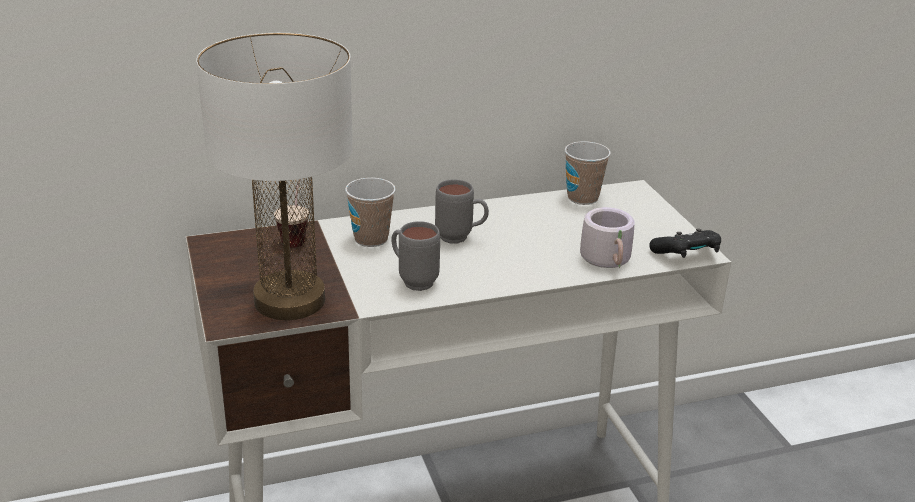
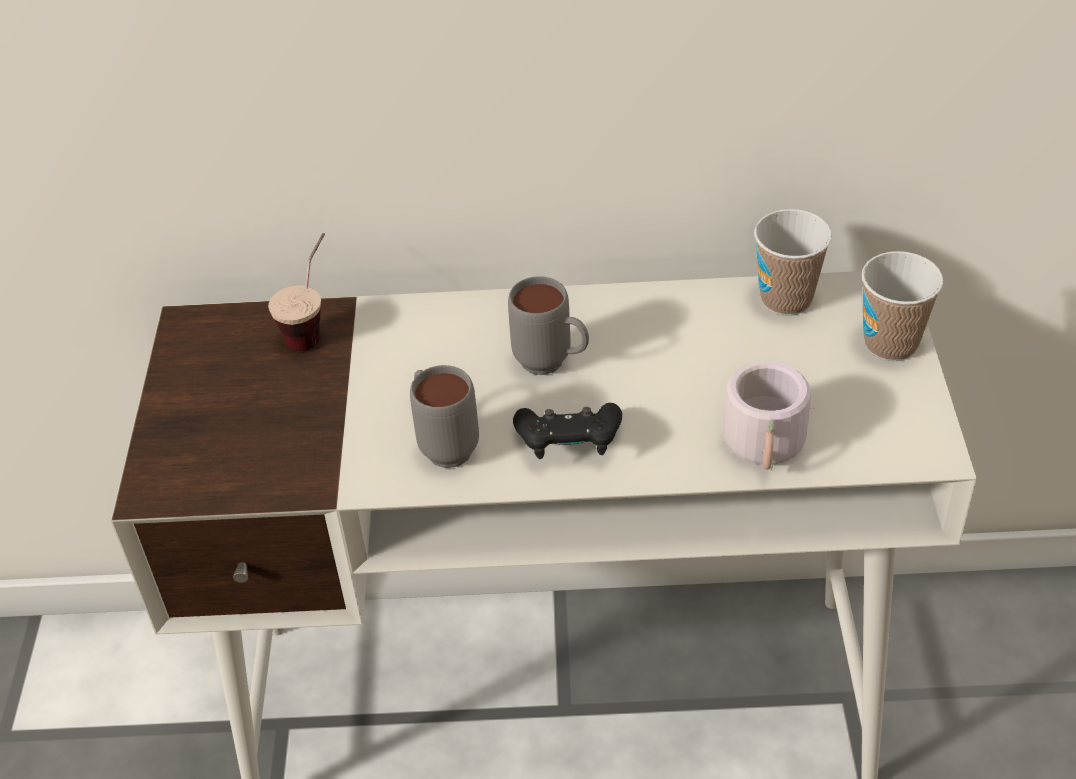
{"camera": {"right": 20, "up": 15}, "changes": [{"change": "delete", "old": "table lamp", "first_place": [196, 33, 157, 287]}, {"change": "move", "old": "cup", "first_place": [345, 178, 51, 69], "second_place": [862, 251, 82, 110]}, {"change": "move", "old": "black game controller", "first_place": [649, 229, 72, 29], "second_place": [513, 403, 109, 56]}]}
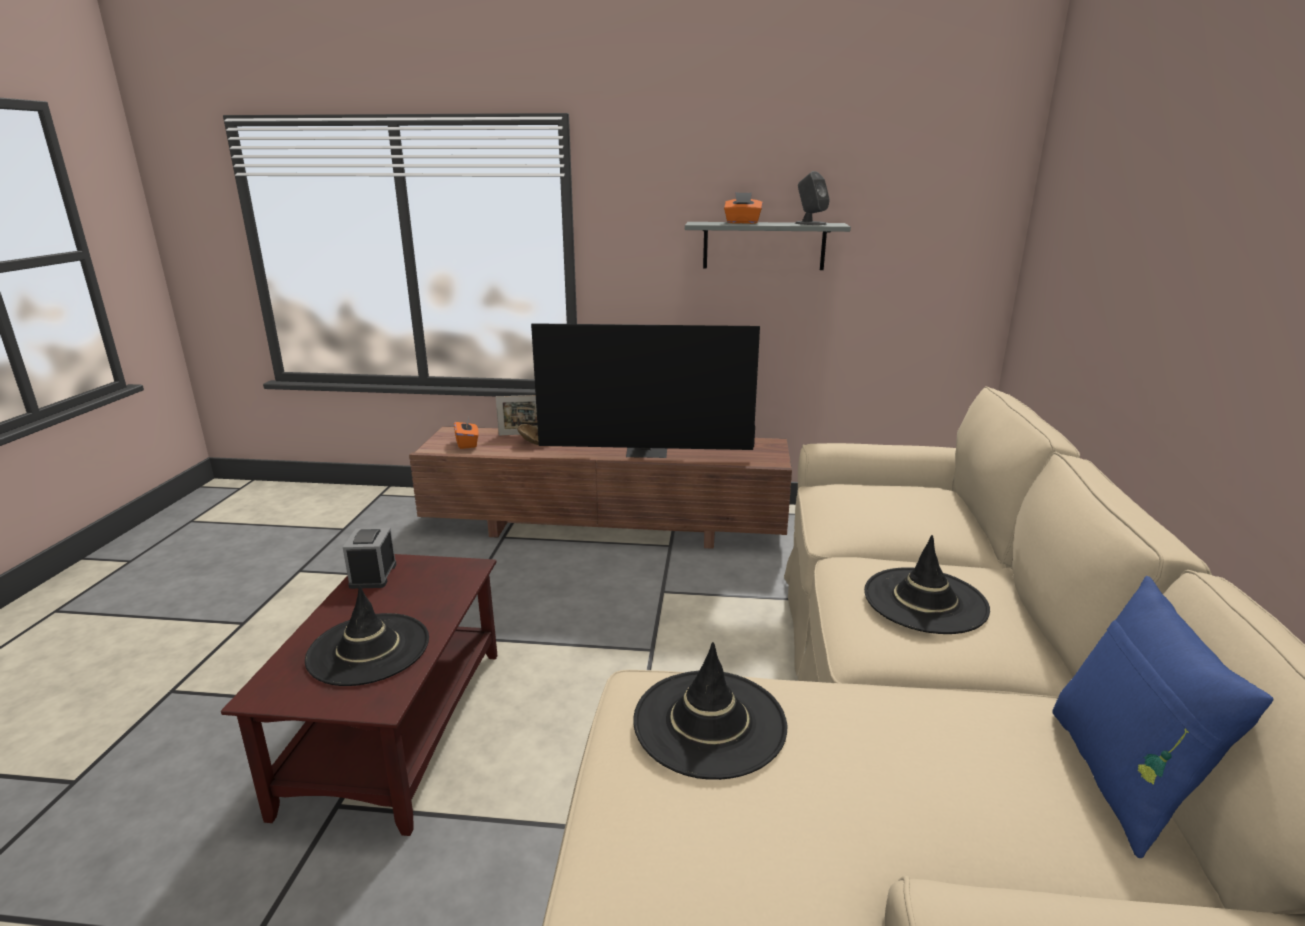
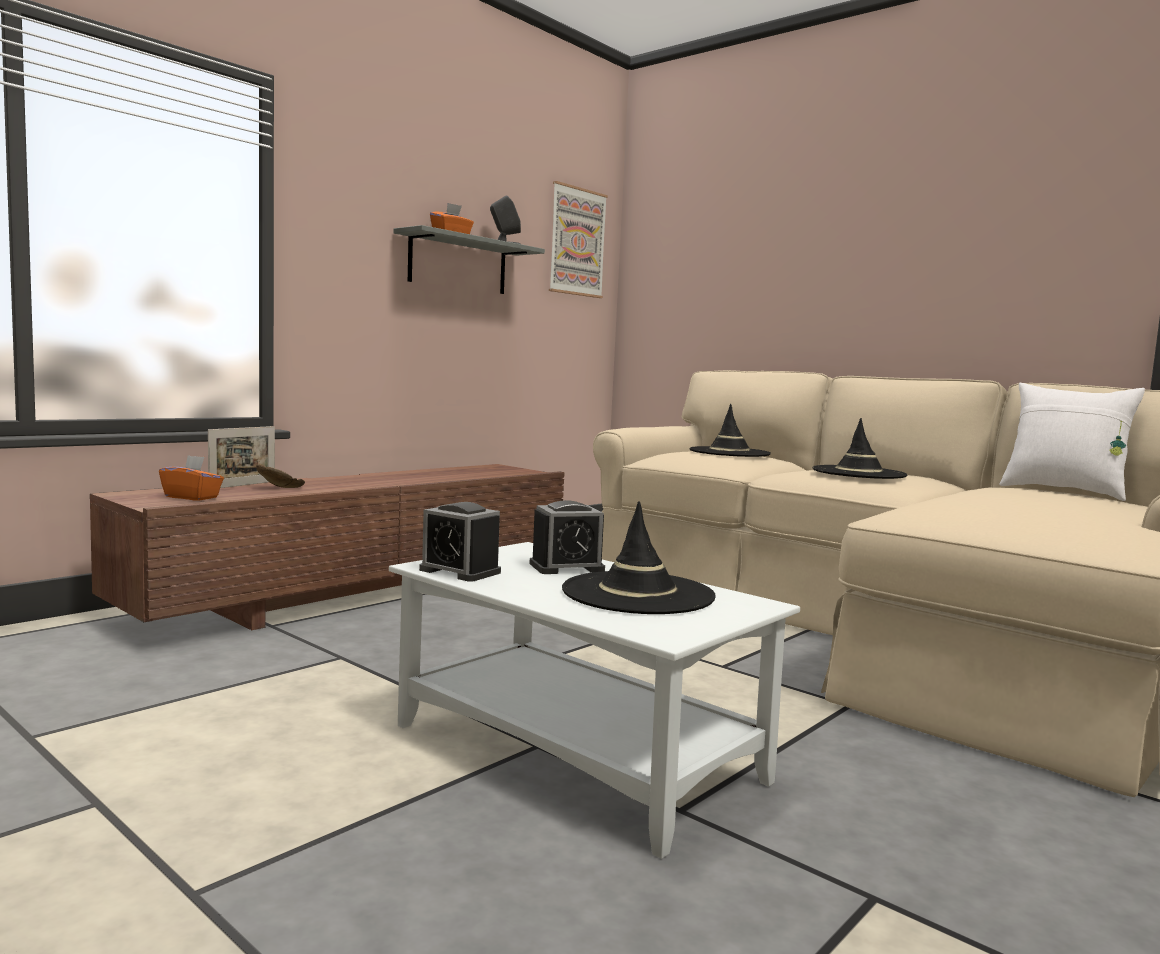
{"camera": {"right": -55, "up": -15}, "changes": [{"change": "delete", "old": "television", "first_place": [531, 323, 229, 135]}, {"change": "recolor", "old": "brown coffee table", "new": "white coffee table", "first_place": [221, 554, 276, 282], "second_place": [389, 542, 411, 317]}, {"change": "recolor", "old": "blue pillow", "new": "white pillow", "first_place": [1052, 576, 221, 282], "second_place": [999, 383, 146, 118]}, {"change": "move", "old": "black hat", "first_place": [633, 642, 154, 138], "second_place": [690, 404, 81, 53]}, {"change": "insert", "new": "picture", "second_place": [549, 181, 59, 117]}, {"change": "insert", "new": "alarm clock", "second_place": [530, 500, 75, 74]}]}
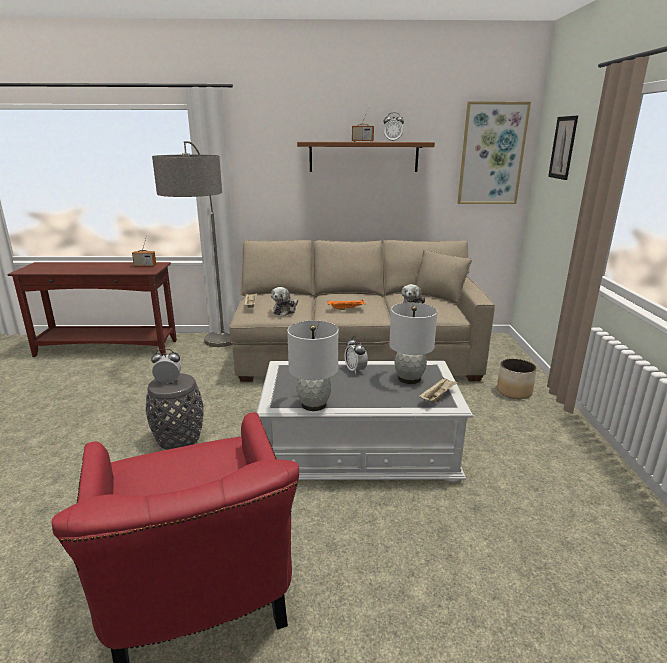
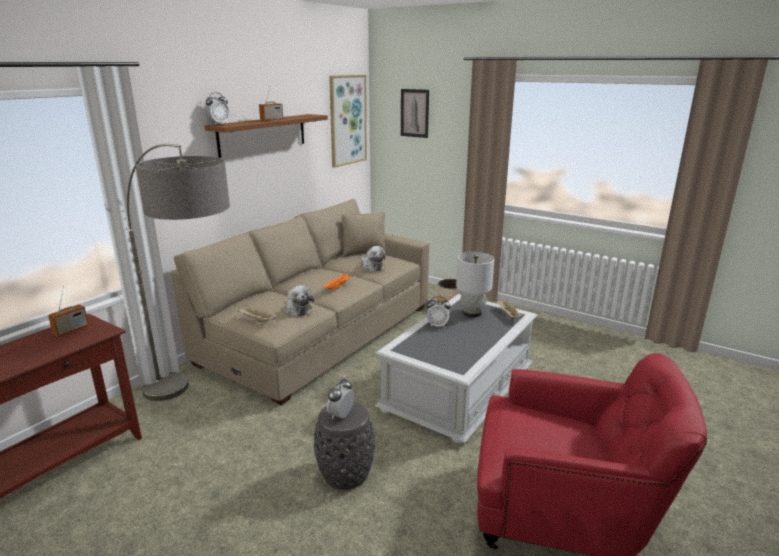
{"camera": {"right": -55, "up": 0}, "changes": [{"change": "move", "old": "alarm clock", "first_place": [383, 112, 21, 30], "second_place": [205, 92, 25, 33]}, {"change": "delete", "old": "white table lamp", "first_place": [287, 321, 52, 90]}]}
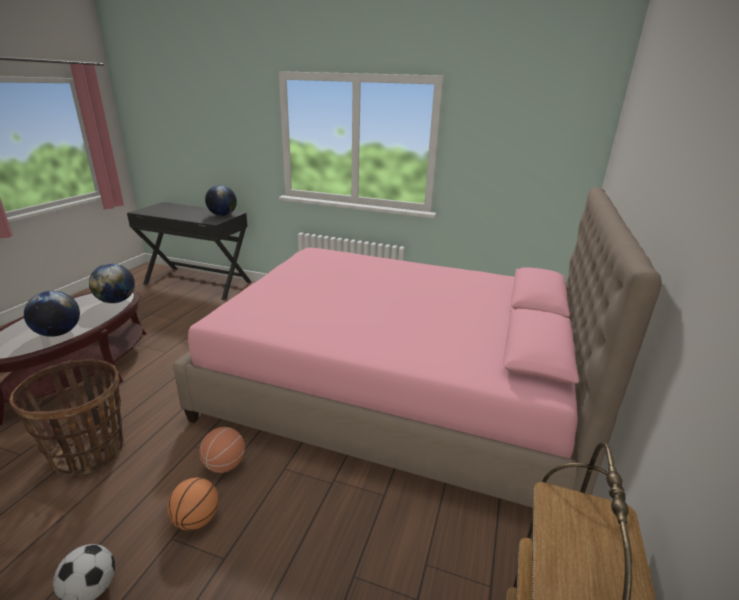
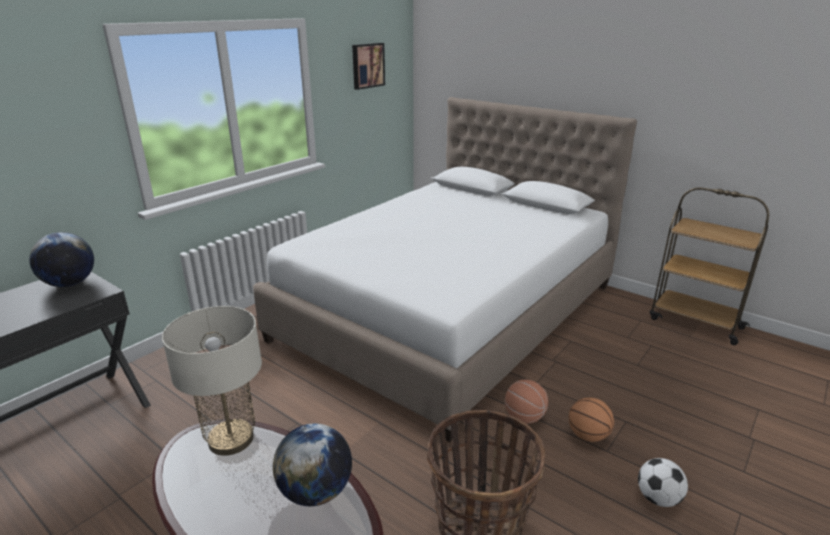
{"camera": {"right": -70, "up": 0}, "changes": [{"change": "recolor", "old": "pink bed", "new": "white bed", "first_place": [173, 187, 489, 321], "second_place": [253, 97, 384, 345]}, {"change": "replace", "old": "globe", "new": "table lamp", "first_place": [89, 263, 46, 40], "second_place": [162, 306, 100, 150]}, {"change": "insert", "new": "picture", "second_place": [352, 43, 33, 47]}]}
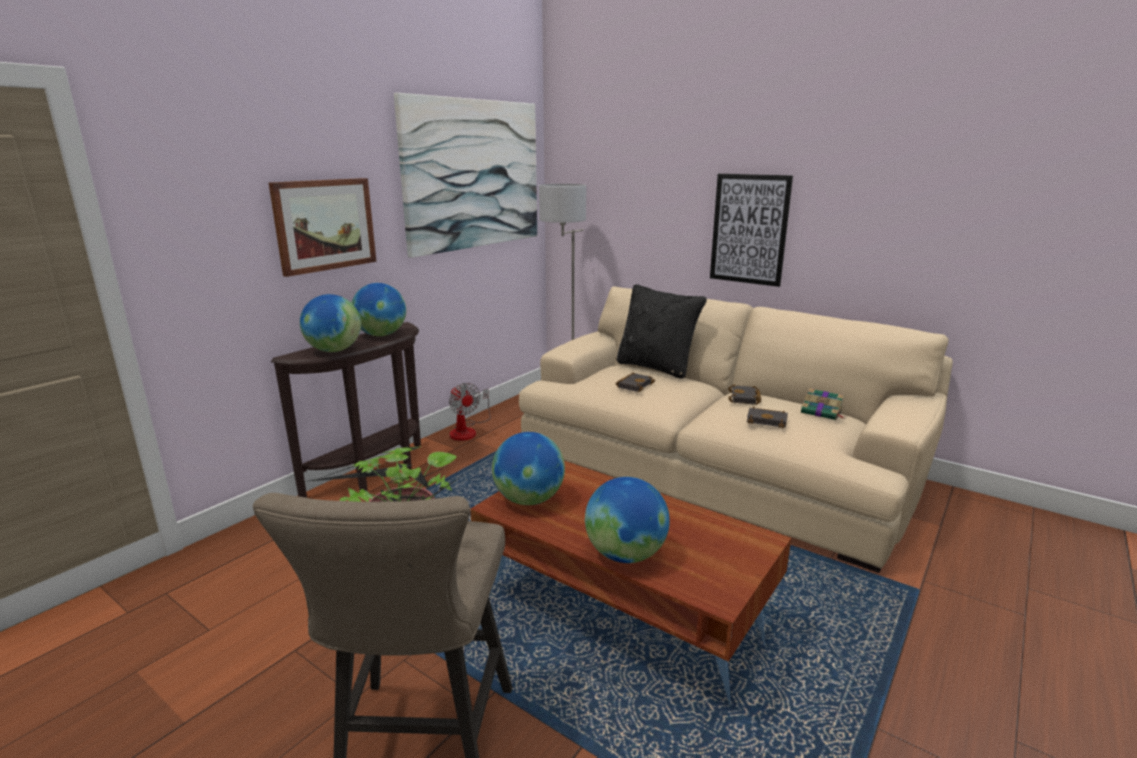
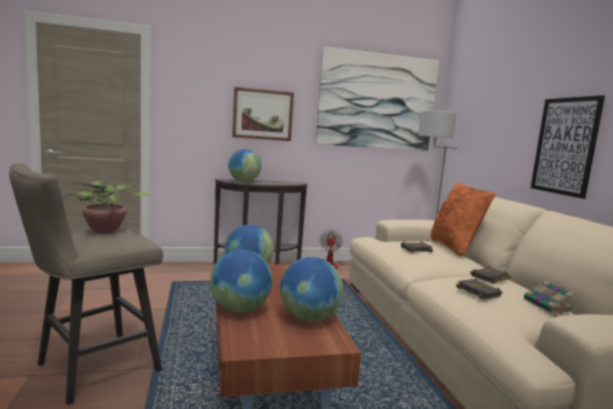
{"camera": {"right": 40, "up": -10}, "changes": [{"change": "move", "old": "globe", "first_place": [352, 283, 54, 53], "second_place": [280, 257, 63, 64]}, {"change": "recolor", "old": "black pillow", "new": "orange pillow", "first_place": [617, 284, 90, 95], "second_place": [431, 182, 65, 74]}]}
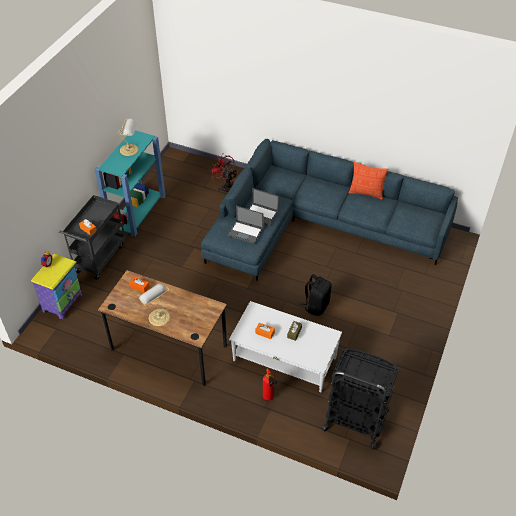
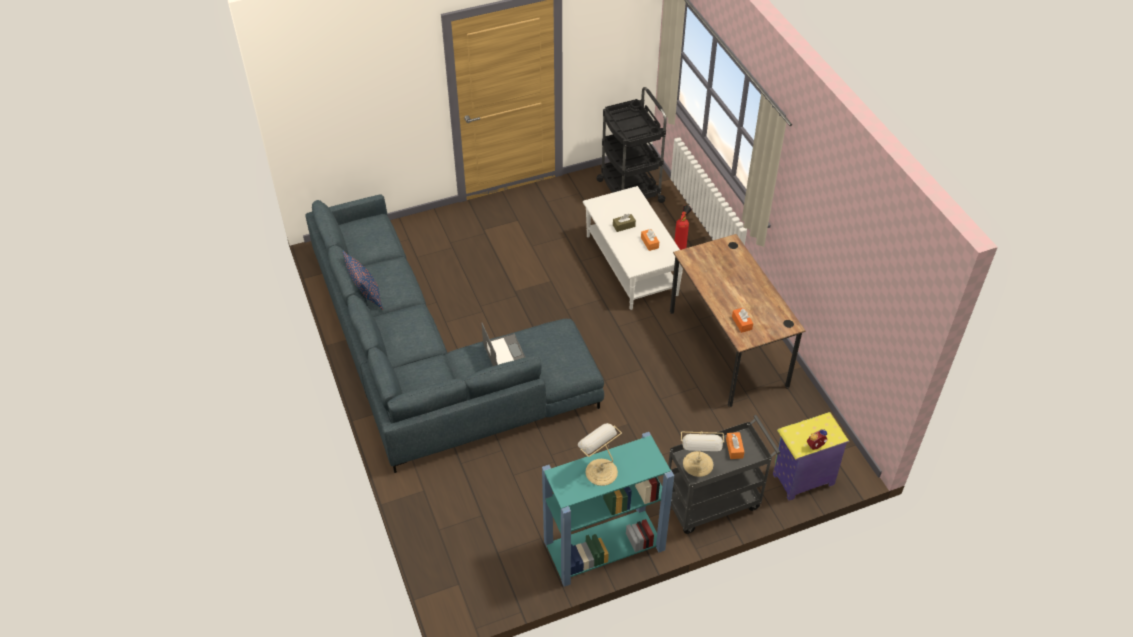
{"camera": {"right": -135, "up": 0}, "changes": [{"change": "delete", "old": "red fan", "first_place": [210, 154, 27, 38]}, {"change": "recolor", "old": "orange pillow", "new": "blue pillow", "first_place": [349, 162, 39, 38], "second_place": [343, 250, 40, 60]}, {"change": "delete", "old": "laptop", "first_place": [228, 206, 35, 38]}, {"change": "delete", "old": "black backpack", "first_place": [300, 274, 32, 42]}, {"change": "move", "old": "table lamp", "first_place": [139, 284, 31, 42], "second_place": [681, 431, 43, 46]}]}
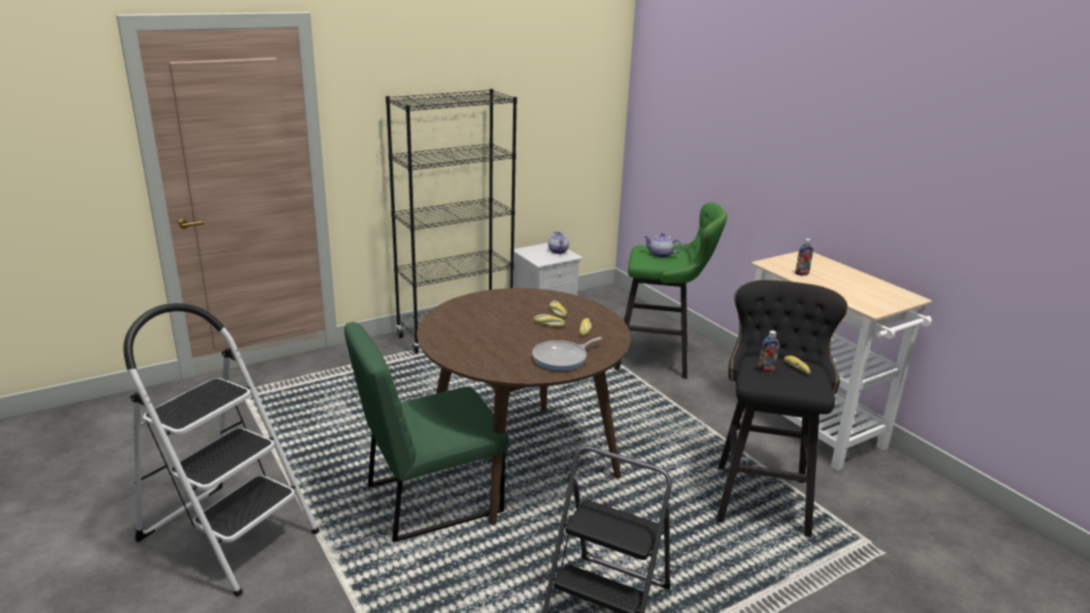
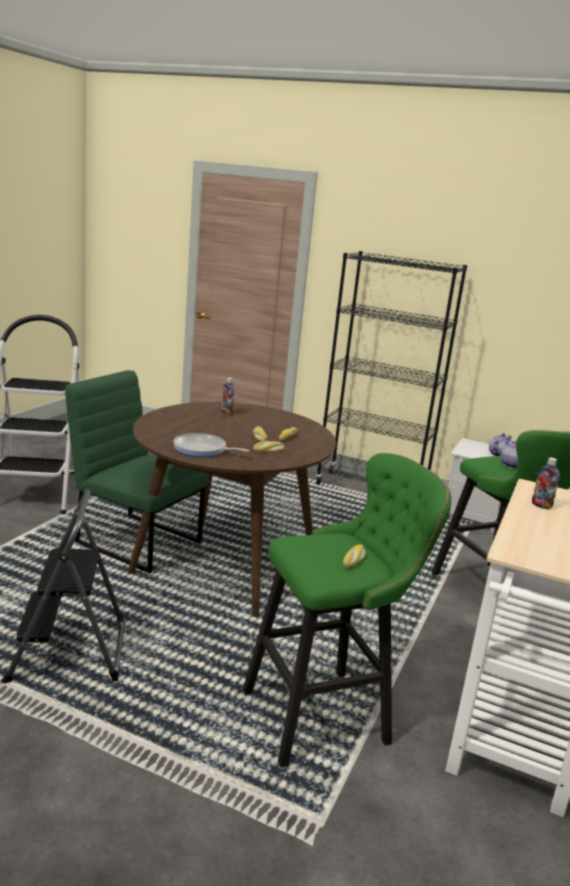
{"camera": {"right": 55, "up": -5}, "changes": [{"change": "recolor", "old": "black stool", "new": "green stool", "first_place": [716, 280, 132, 257], "second_place": [243, 453, 208, 315]}, {"change": "move", "old": "bottle", "first_place": [758, 331, 22, 42], "second_place": [222, 378, 12, 37]}]}
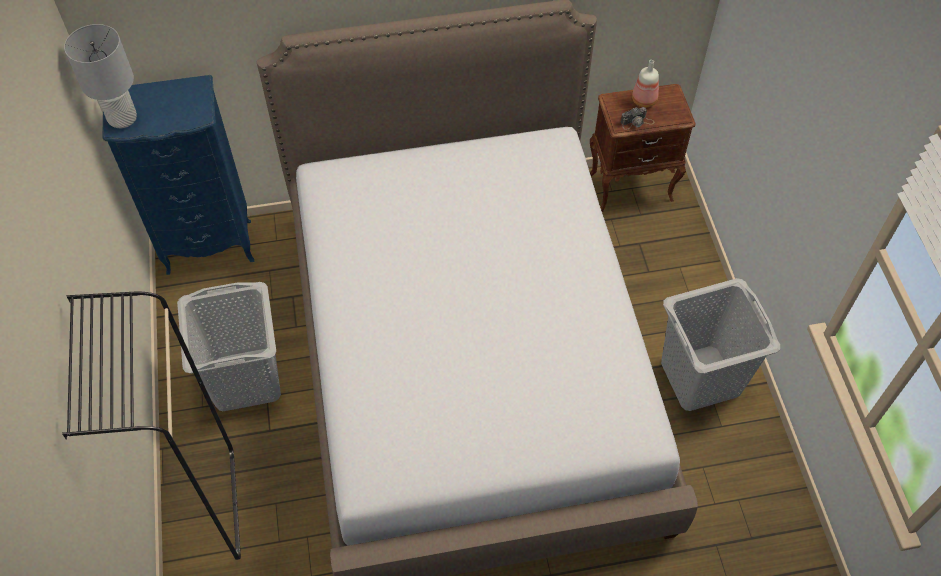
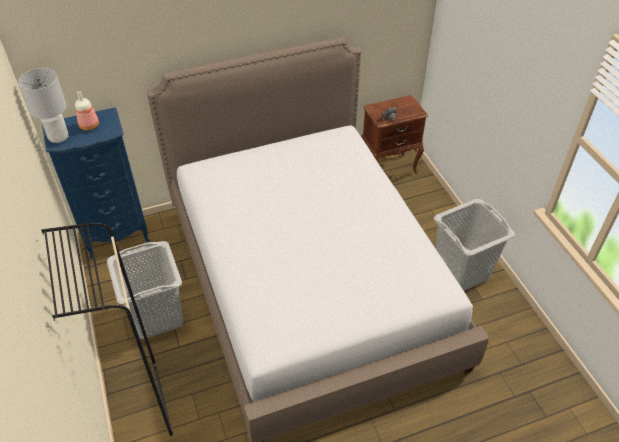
{"camera": {"right": -10, "up": -10}, "changes": [{"change": "move", "old": "bottle", "first_place": [632, 60, 27, 47], "second_place": [75, 91, 24, 39]}]}
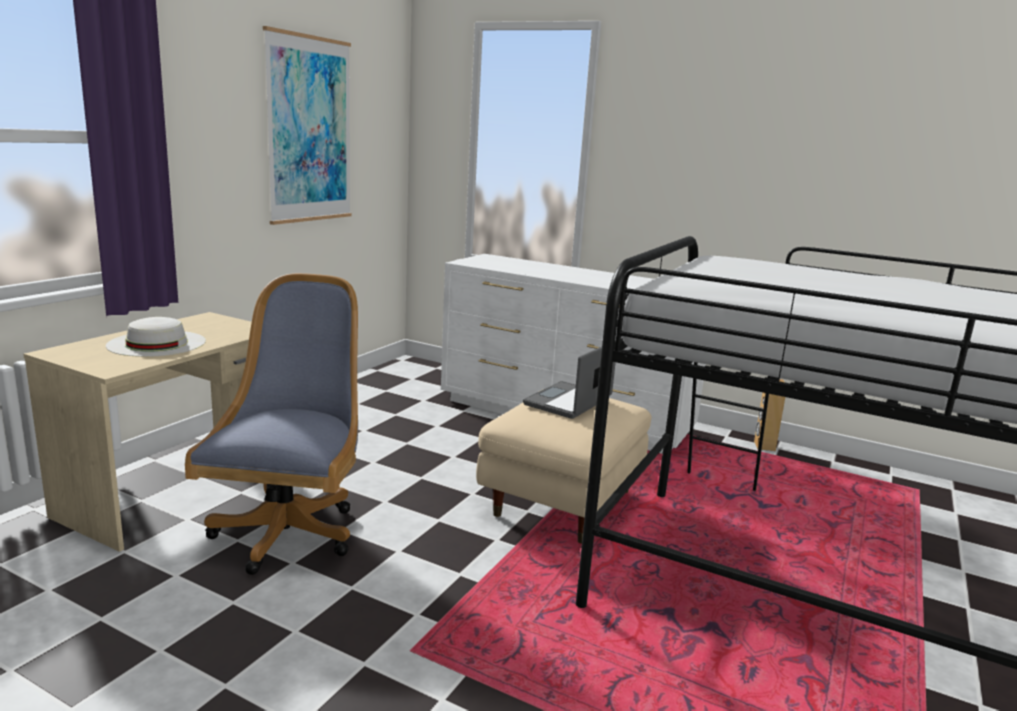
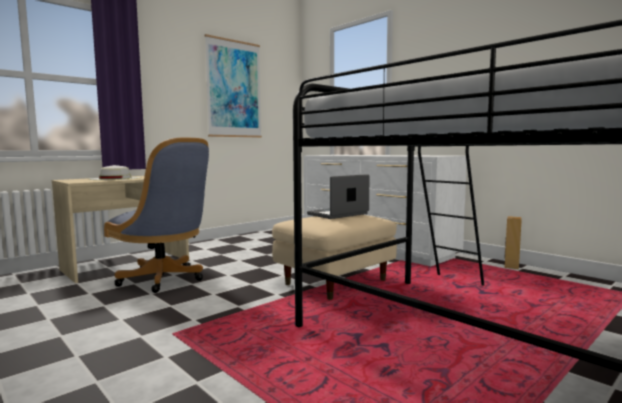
{"camera": {"right": 20, "up": -10}, "changes": [{"change": "rotate", "old": "blue office chair", "first_place": [185, 273, 173, 302], "second_place": [104, 138, 105, 155], "degrees": 105}]}
